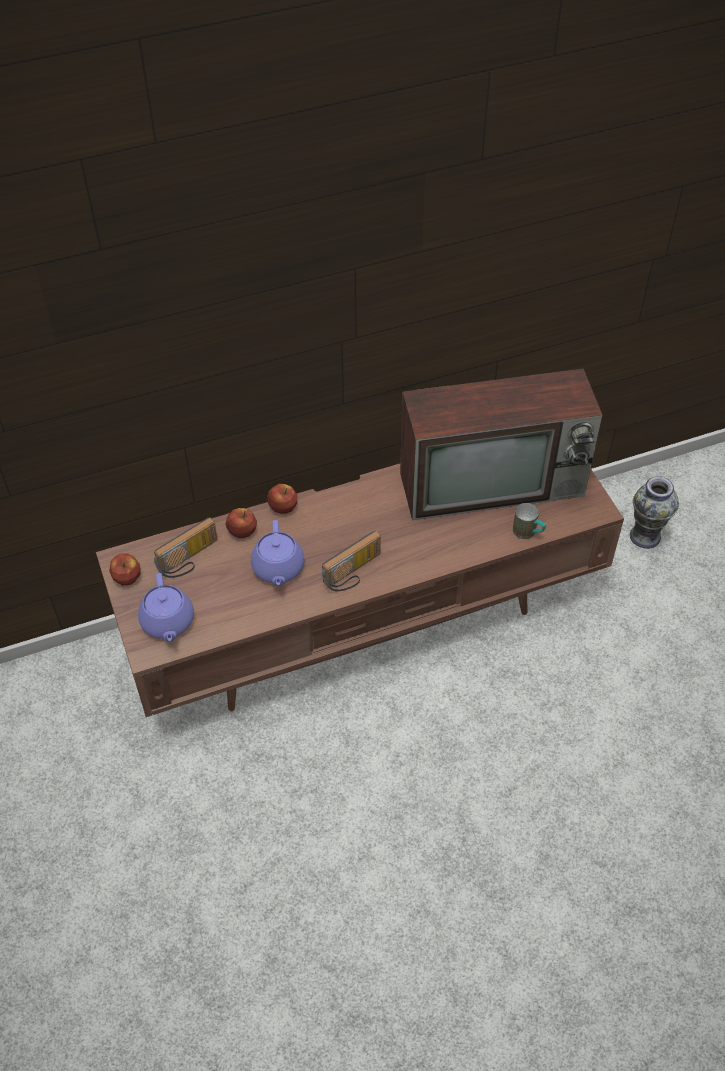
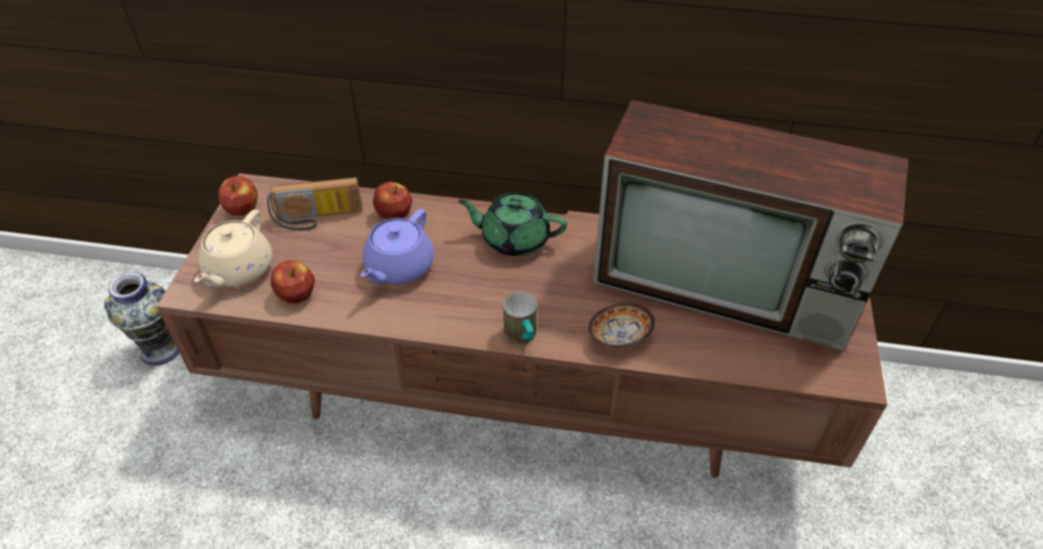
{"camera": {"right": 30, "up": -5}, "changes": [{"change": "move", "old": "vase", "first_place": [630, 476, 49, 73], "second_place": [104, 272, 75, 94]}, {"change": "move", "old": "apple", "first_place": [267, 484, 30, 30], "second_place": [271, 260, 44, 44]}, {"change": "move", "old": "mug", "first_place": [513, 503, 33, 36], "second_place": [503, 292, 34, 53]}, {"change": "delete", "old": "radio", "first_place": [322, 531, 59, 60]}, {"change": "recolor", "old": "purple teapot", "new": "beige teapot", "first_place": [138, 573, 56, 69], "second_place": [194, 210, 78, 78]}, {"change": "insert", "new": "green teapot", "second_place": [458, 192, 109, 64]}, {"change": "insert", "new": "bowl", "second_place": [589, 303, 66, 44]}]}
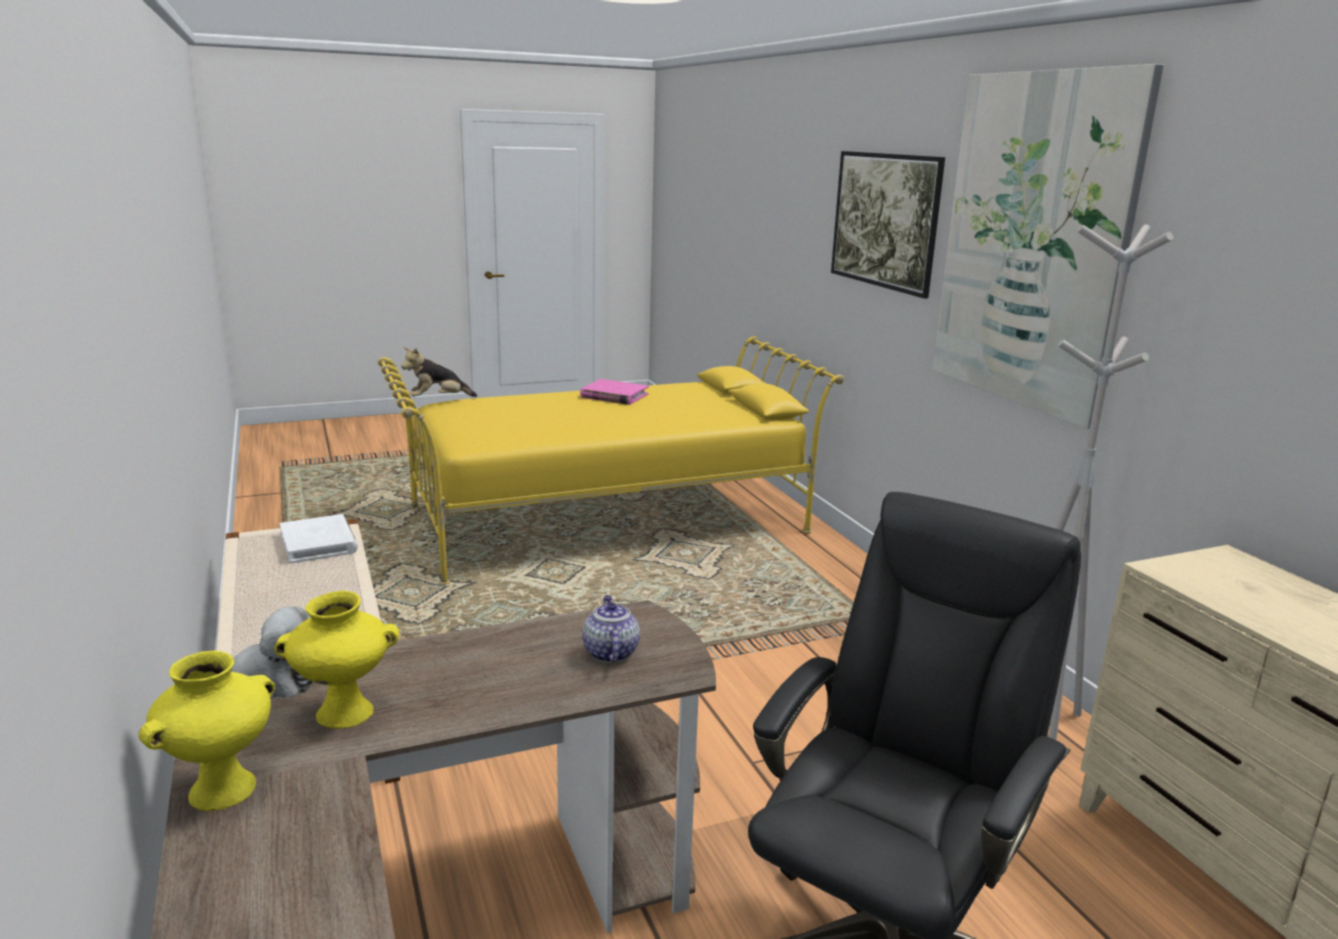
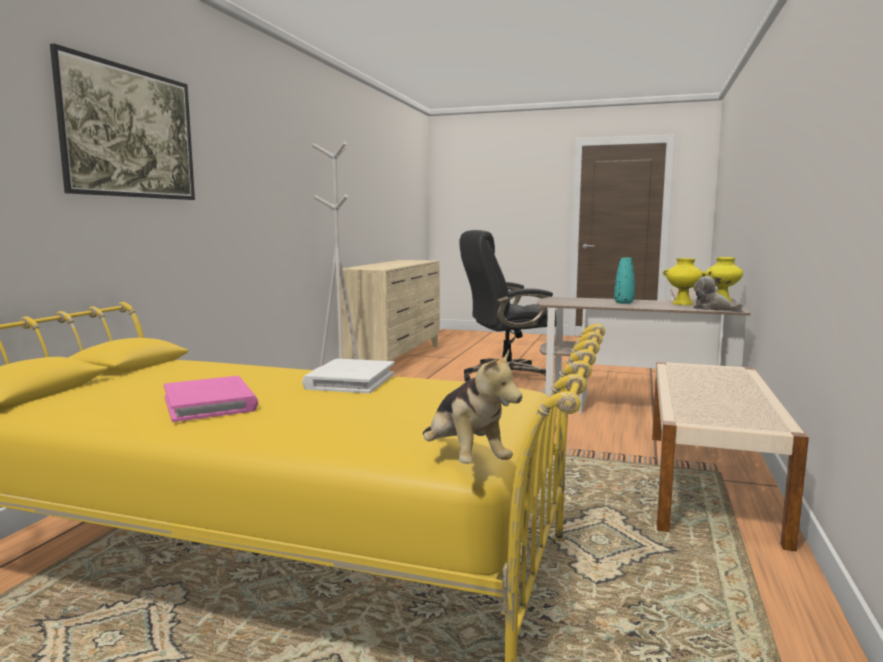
{"camera": {"right": -140, "up": -10}, "changes": [{"change": "delete", "old": "picture", "first_place": [932, 64, 232, 365]}, {"change": "rotate", "old": "plush toy", "first_place": [401, 347, 76, 50], "second_place": [423, 349, 99, 115], "degrees": 45}, {"change": "move", "old": "white book", "first_place": [279, 514, 79, 50], "second_place": [302, 359, 93, 35]}, {"change": "delete", "old": "teapot", "first_place": [582, 595, 58, 68]}, {"change": "insert", "new": "turquoise vase", "second_place": [614, 258, 21, 46]}]}
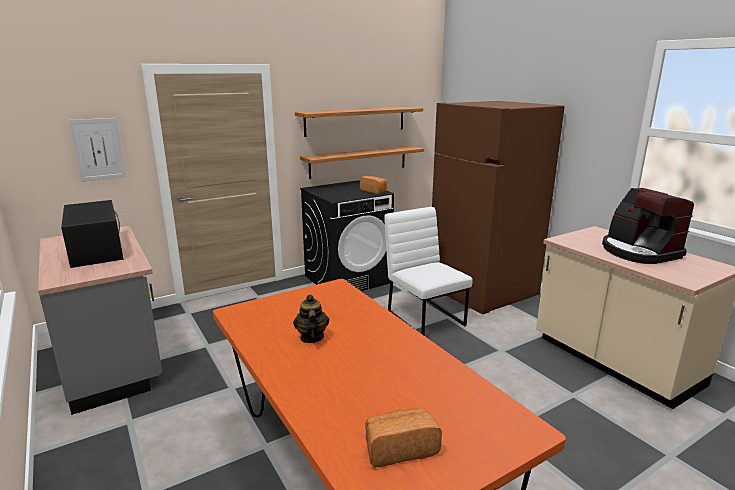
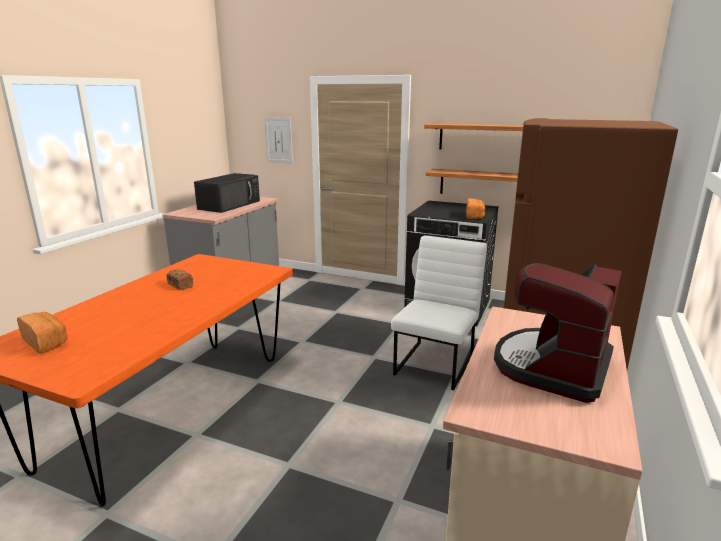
{"camera": {"right": 55, "up": 0}, "changes": [{"change": "replace", "old": "teapot", "new": "bread", "first_place": [293, 294, 36, 49], "second_place": [166, 269, 27, 21]}]}
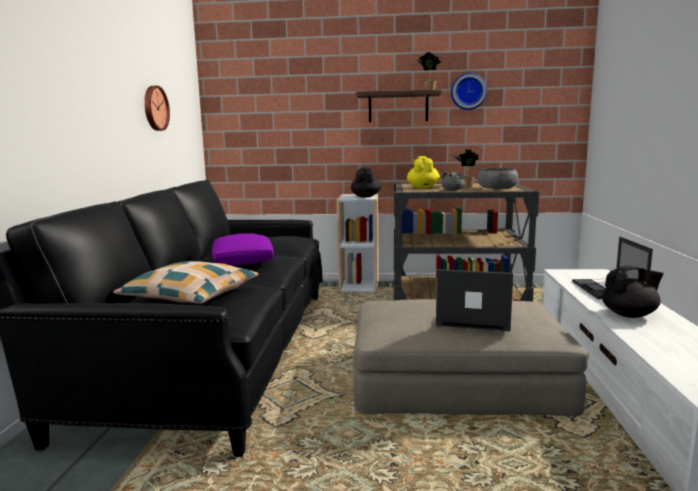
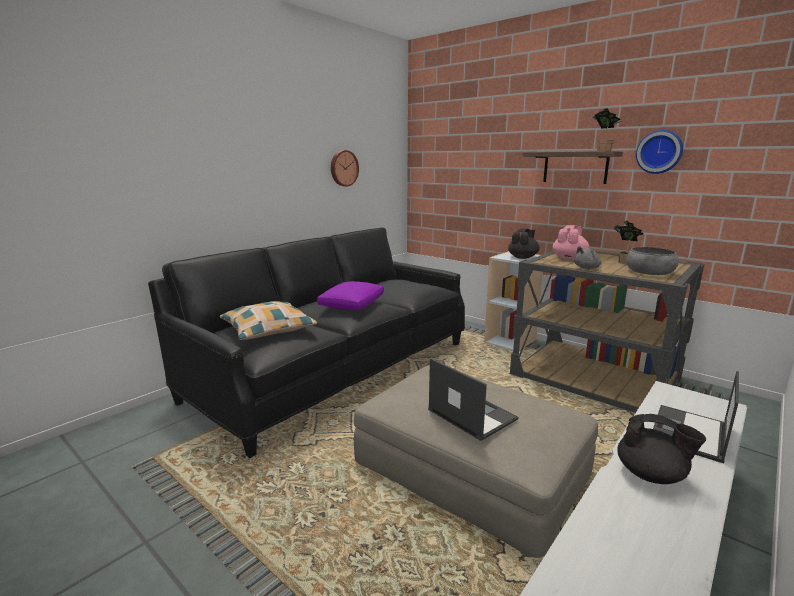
{"camera": {"right": 35, "up": 5}, "changes": [{"change": "recolor", "old": "yellow teapot", "new": "pink teapot", "first_place": [407, 156, 33, 32], "second_place": [552, 225, 38, 35]}]}
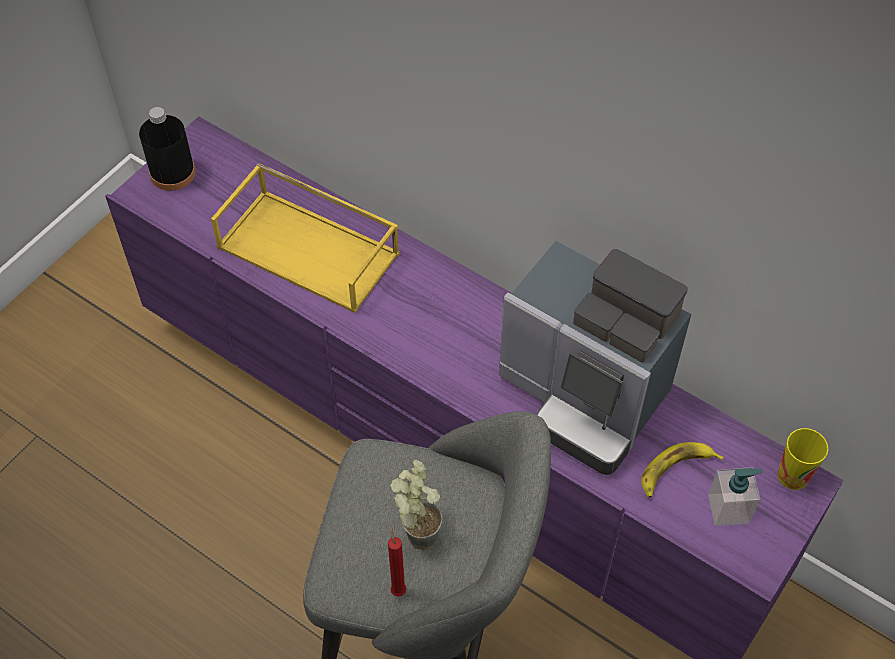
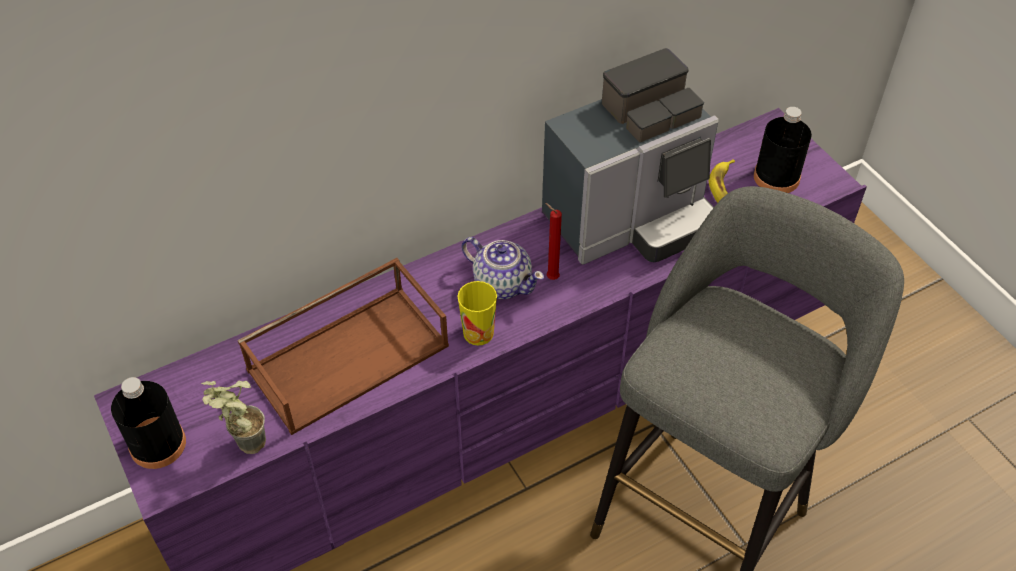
{"camera": {"right": -65, "up": -5}, "changes": [{"change": "recolor", "old": "yellow tray", "new": "brown tray", "first_place": [211, 163, 189, 150], "second_place": [238, 258, 211, 177]}, {"change": "move", "old": "cup", "first_place": [777, 428, 51, 62], "second_place": [457, 281, 40, 65]}, {"change": "move", "old": "potted plant", "first_place": [390, 460, 52, 90], "second_place": [201, 380, 65, 74]}, {"change": "replace", "old": "soap dispenser", "new": "black bottle", "first_place": [708, 467, 55, 59], "second_place": [754, 107, 58, 86]}, {"change": "move", "old": "red candle", "first_place": [388, 524, 18, 73], "second_place": [545, 203, 17, 77]}, {"change": "insert", "new": "teapot", "second_place": [462, 237, 82, 62]}]}
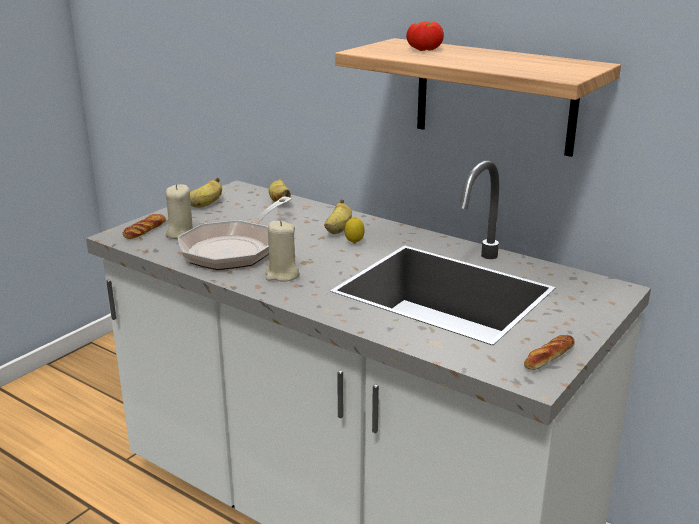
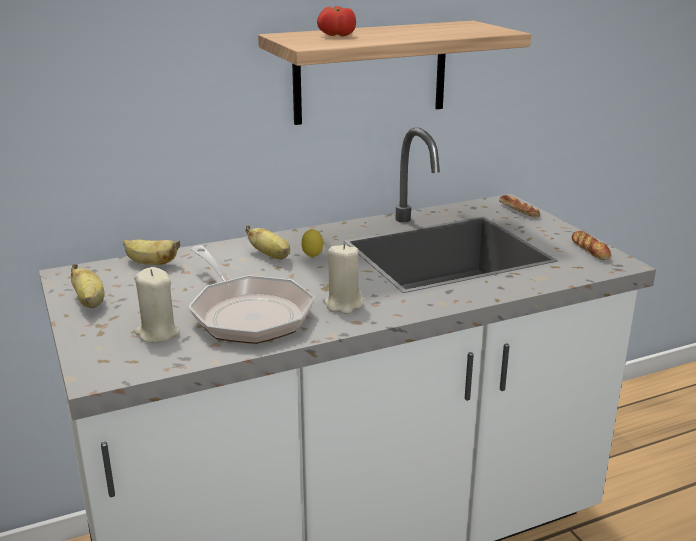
{"camera": {"right": -60, "up": 0}, "changes": [{"change": "move", "old": "bread", "first_place": [123, 214, 43, 25], "second_place": [499, 195, 41, 22]}]}
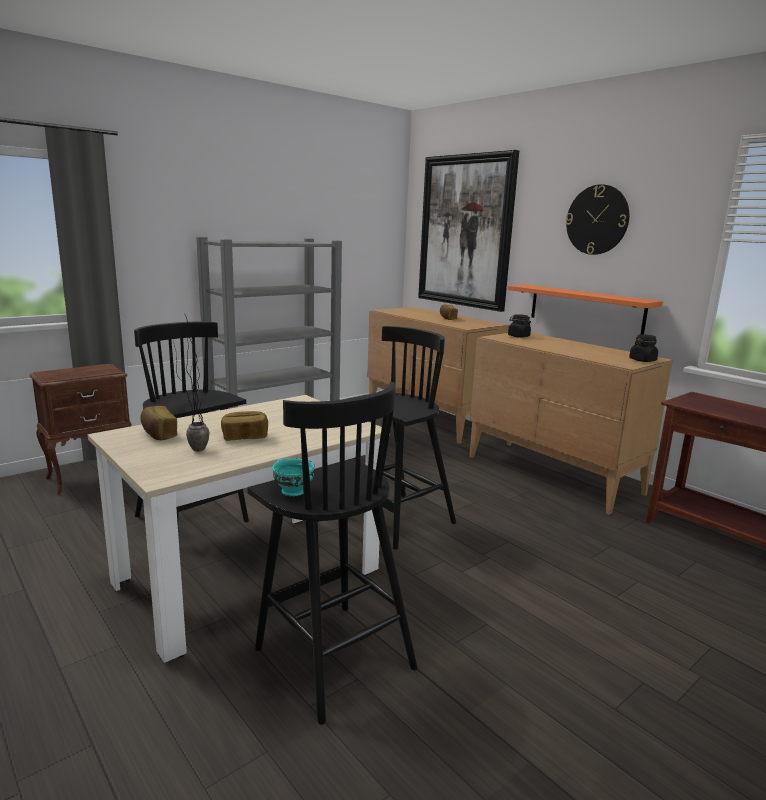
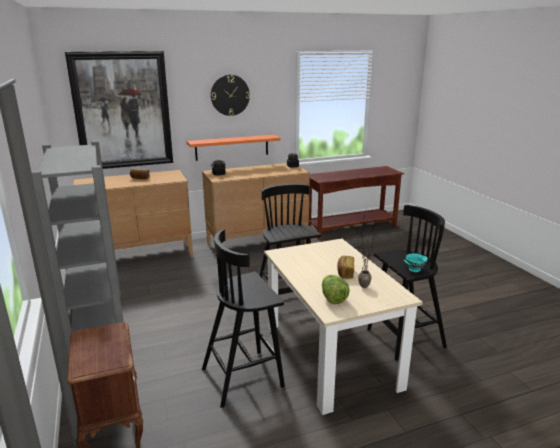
{"camera": {"right": -70, "up": 5}, "changes": [{"change": "replace", "old": "bread", "new": "lettuce", "first_place": [140, 406, 37, 34], "second_place": [322, 275, 28, 29]}]}
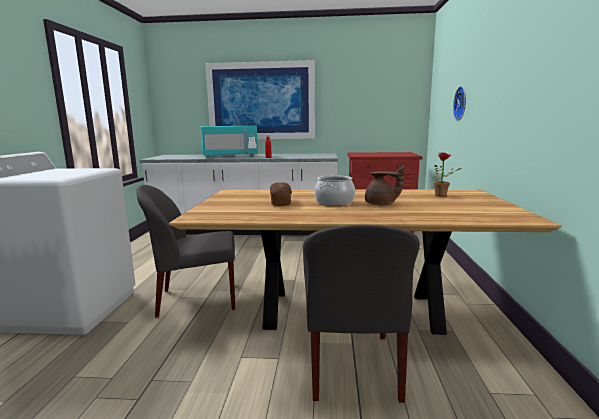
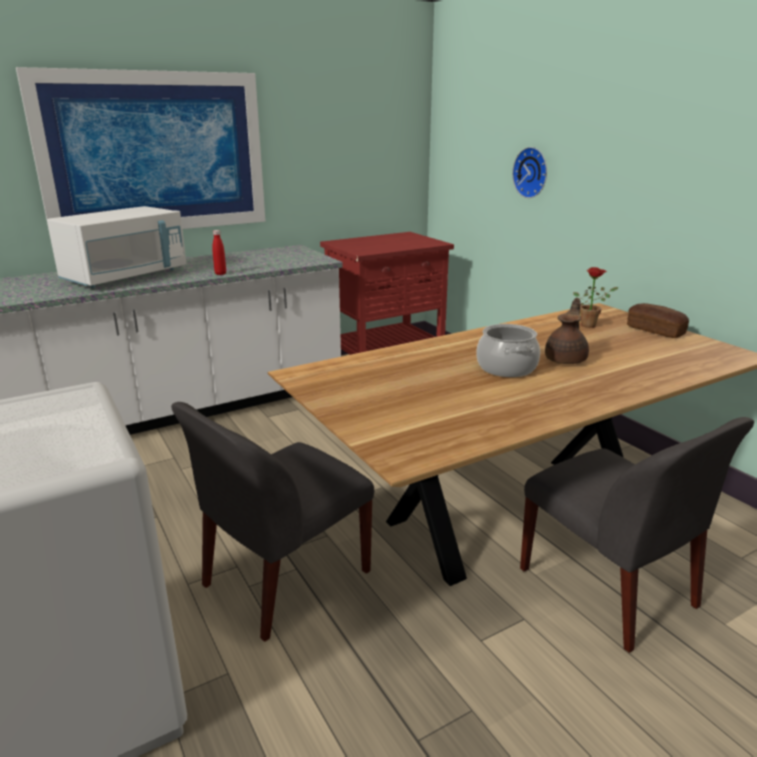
{"camera": {"right": -35, "up": 10}, "changes": [{"change": "recolor", "old": "turquoise microwave", "new": "white microwave", "first_place": [200, 126, 58, 32], "second_place": [47, 206, 139, 82]}, {"change": "rotate", "old": "brown teapot", "first_place": [365, 165, 39, 40], "second_place": [545, 298, 44, 66], "degrees": -45}, {"change": "move", "old": "bread", "first_place": [270, 183, 22, 23], "second_place": [627, 303, 62, 35]}]}
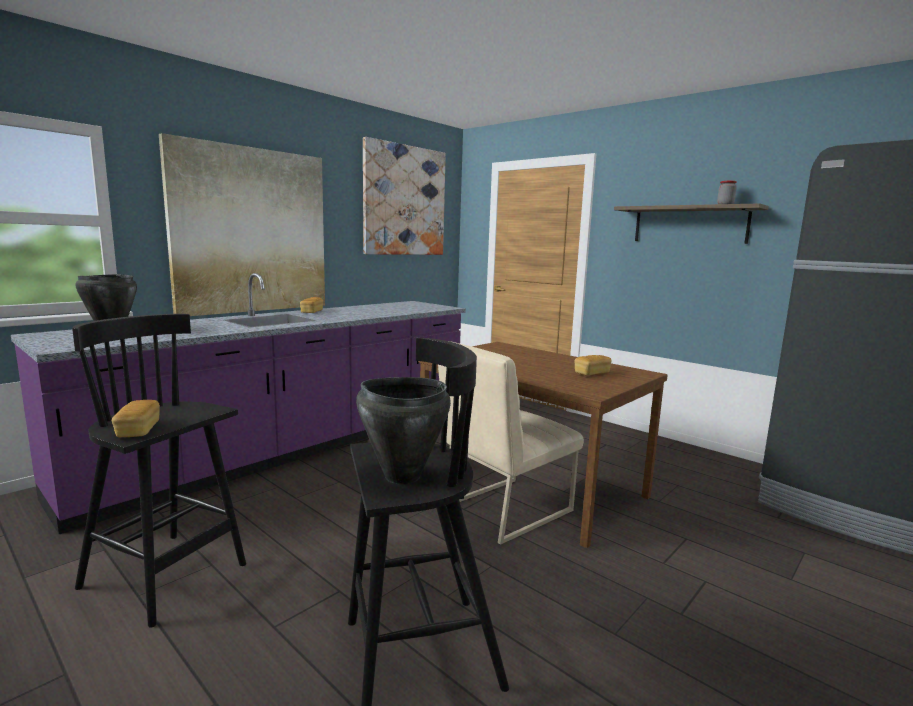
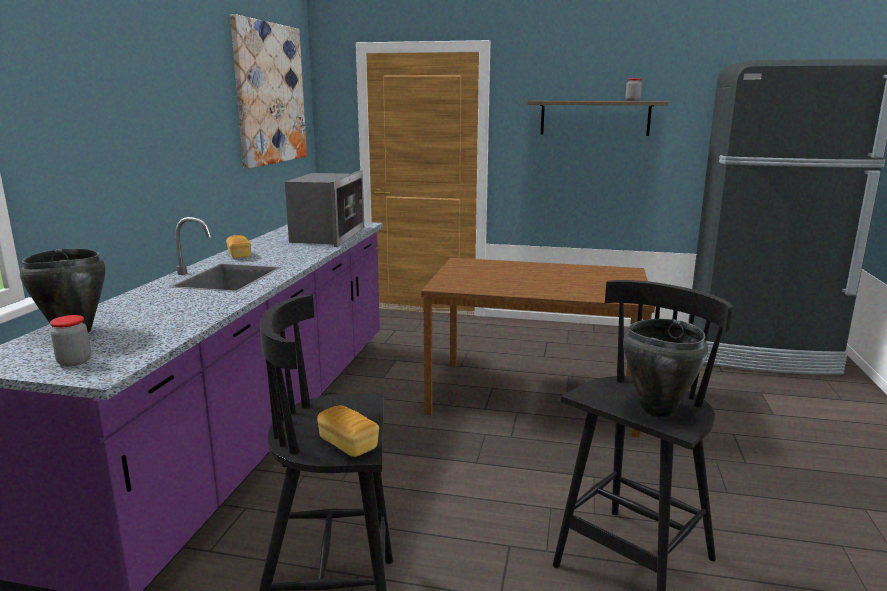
{"camera": {"right": -30, "up": 5}, "changes": [{"change": "delete", "old": "picture", "first_place": [159, 133, 166, 183]}, {"change": "delete", "old": "beige chair", "first_place": [438, 341, 146, 204]}, {"change": "delete", "old": "bread", "first_place": [574, 355, 37, 21]}, {"change": "insert", "new": "microwave", "second_place": [285, 170, 79, 77]}, {"change": "insert", "new": "jar", "second_place": [50, 315, 41, 52]}]}
